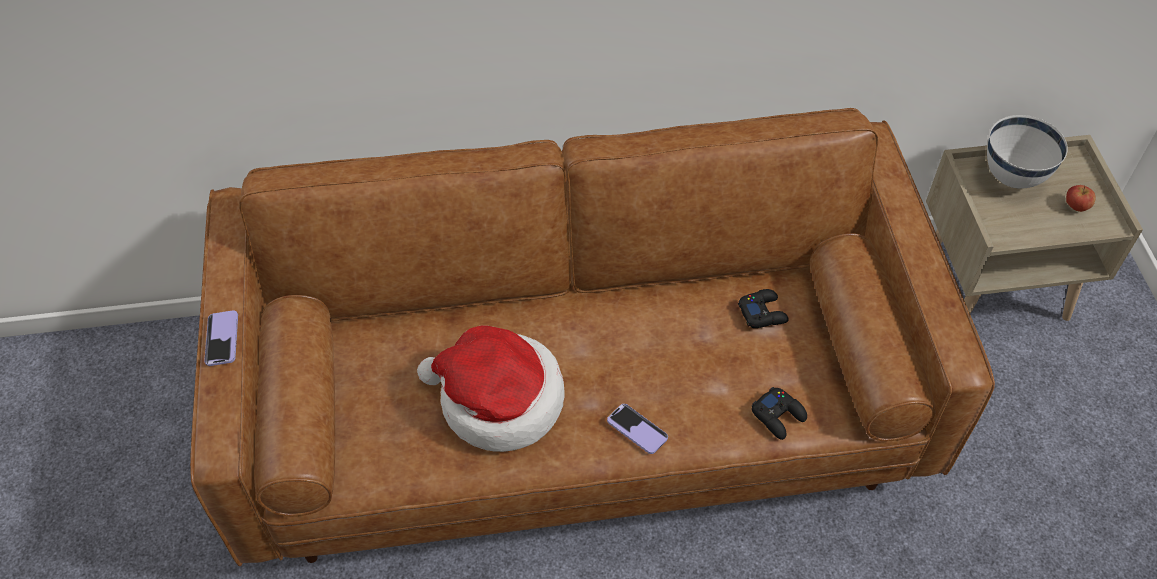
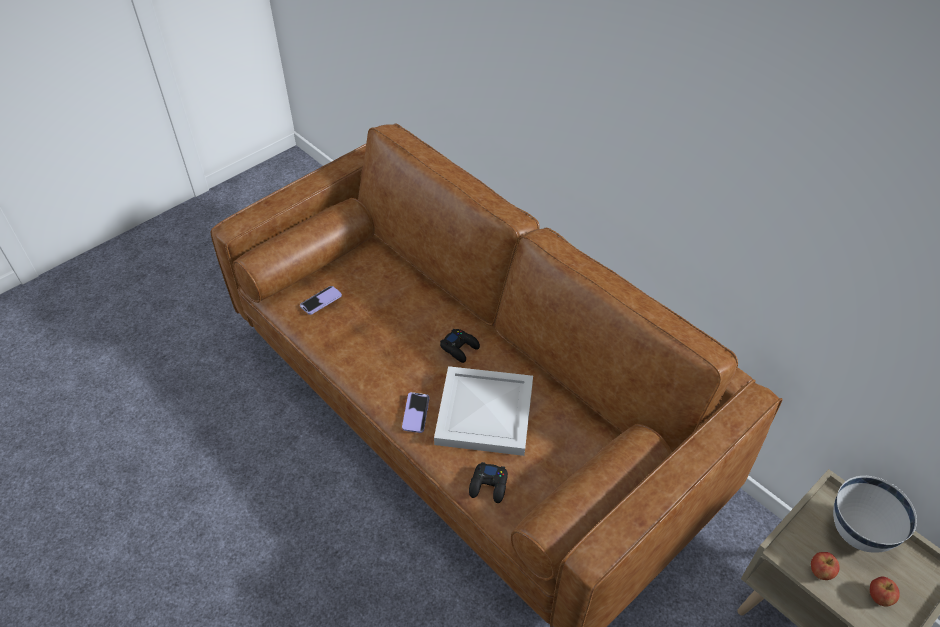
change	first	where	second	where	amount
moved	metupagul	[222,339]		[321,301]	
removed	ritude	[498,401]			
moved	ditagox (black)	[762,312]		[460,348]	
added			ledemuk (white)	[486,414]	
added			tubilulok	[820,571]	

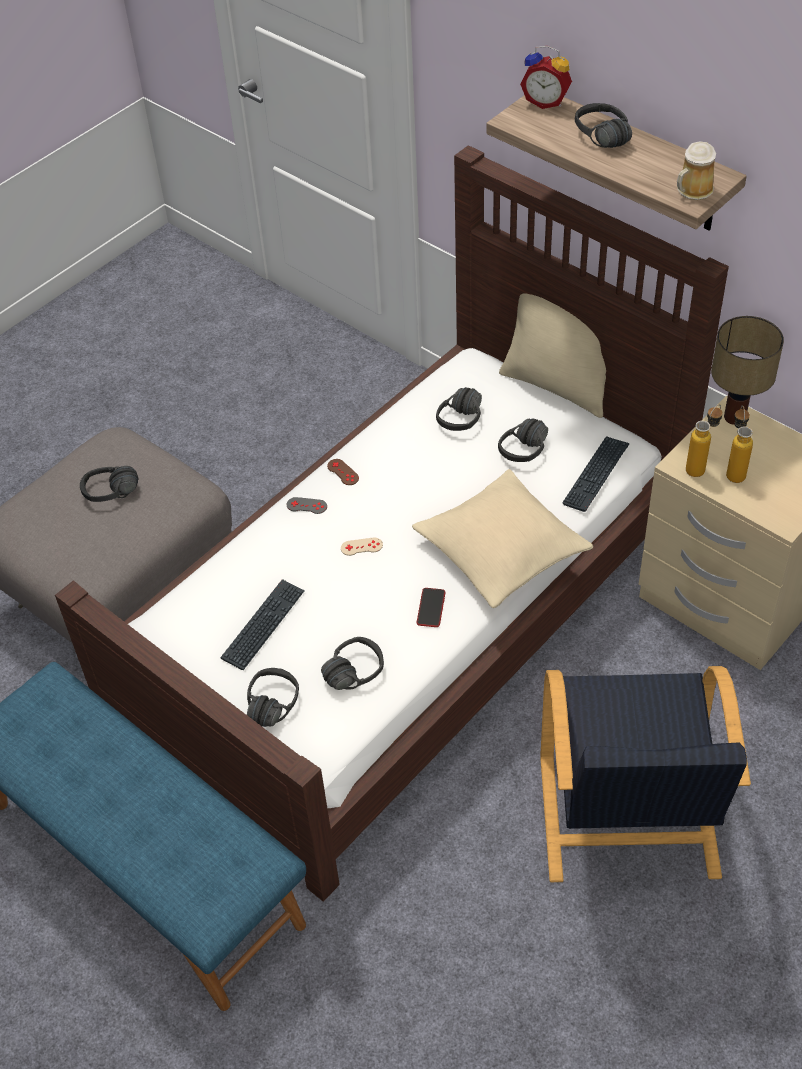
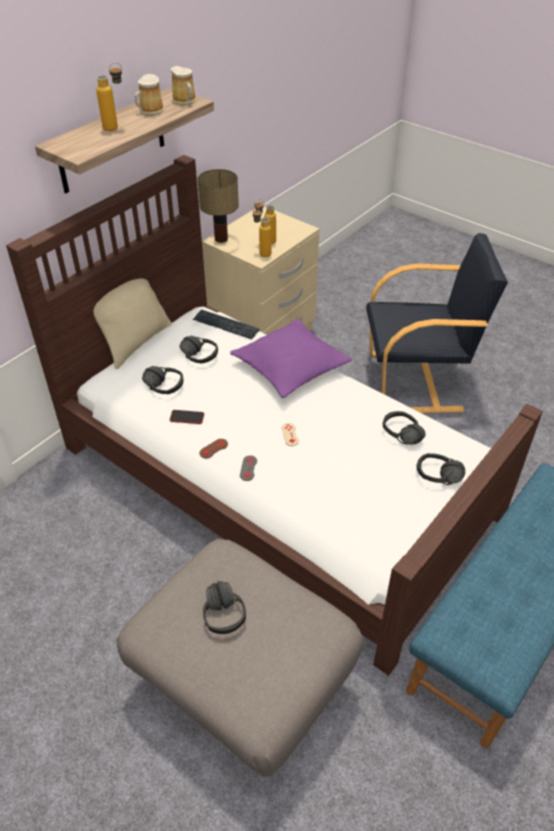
change	first	where	second	where	amount
removed	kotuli	[263,625]			
recoloured	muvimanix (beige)	[501,549]	muvimanix (purple)	[290,366]	
moved	metupagul	[431,608]		[187,417]	
removed	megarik	[546,101]			
replaced	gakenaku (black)	[594,139]	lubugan	[116,127]	
added			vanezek	[150,110]	

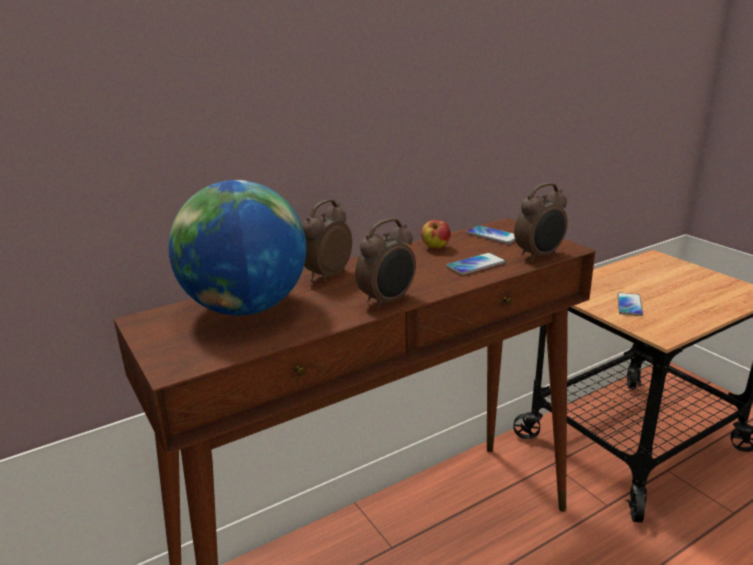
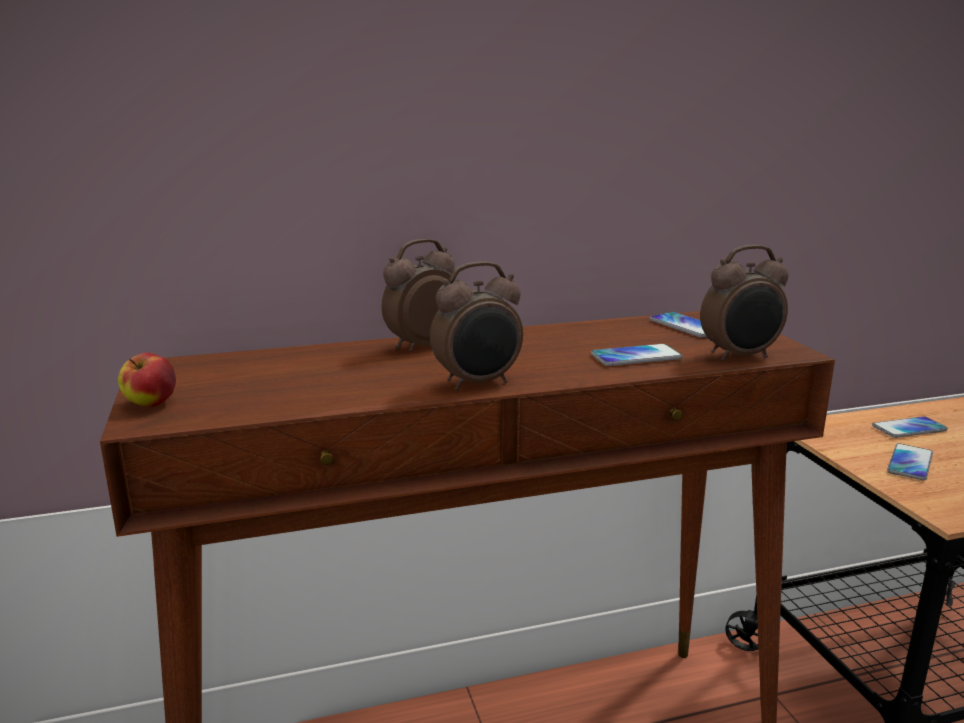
change	first	where	second	where	amount
removed	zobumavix	[245,308]			
moved	tubilulok	[435,247]		[151,404]	
added			metupagul	[909,428]	

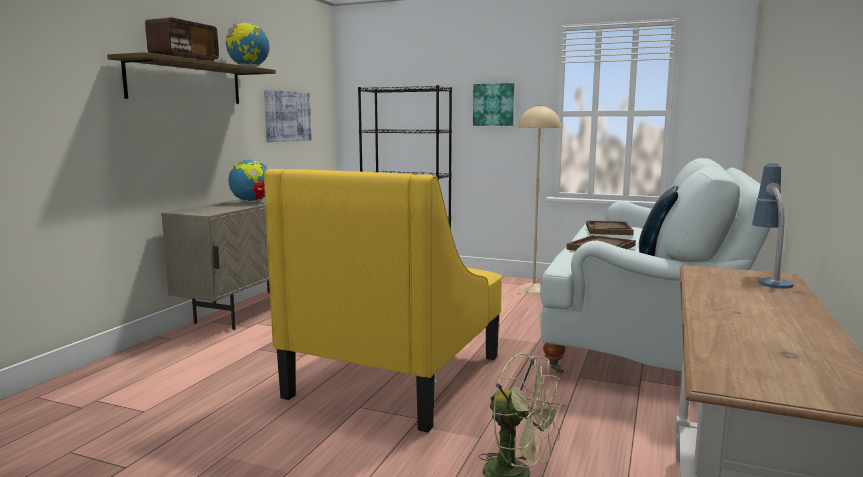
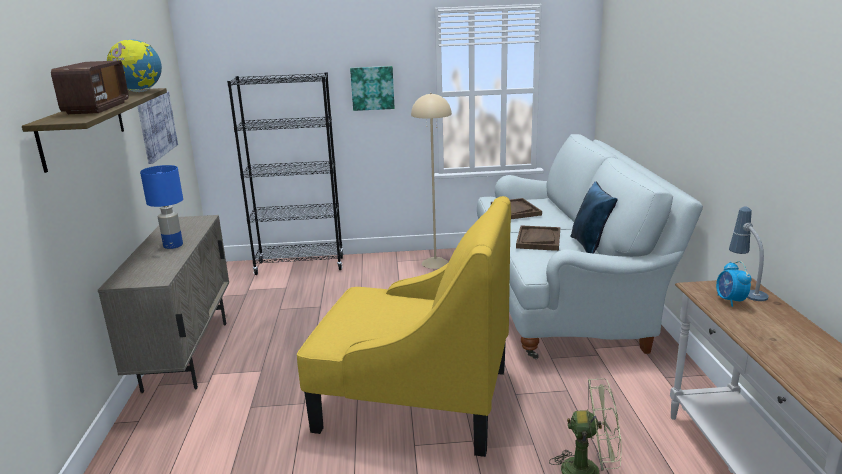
change	first	where	second	where	amount
replaced	zobumavix	[252,202]	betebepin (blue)	[173,245]	
turned	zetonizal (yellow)	[397,375]		[412,399]	75 degrees counterclockwise
added			megarik	[730,301]	

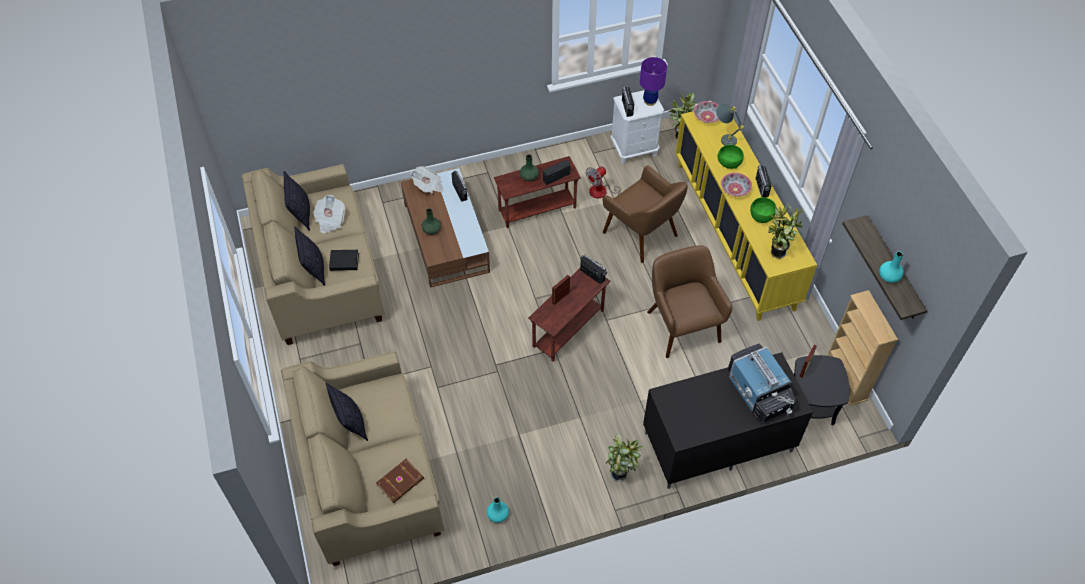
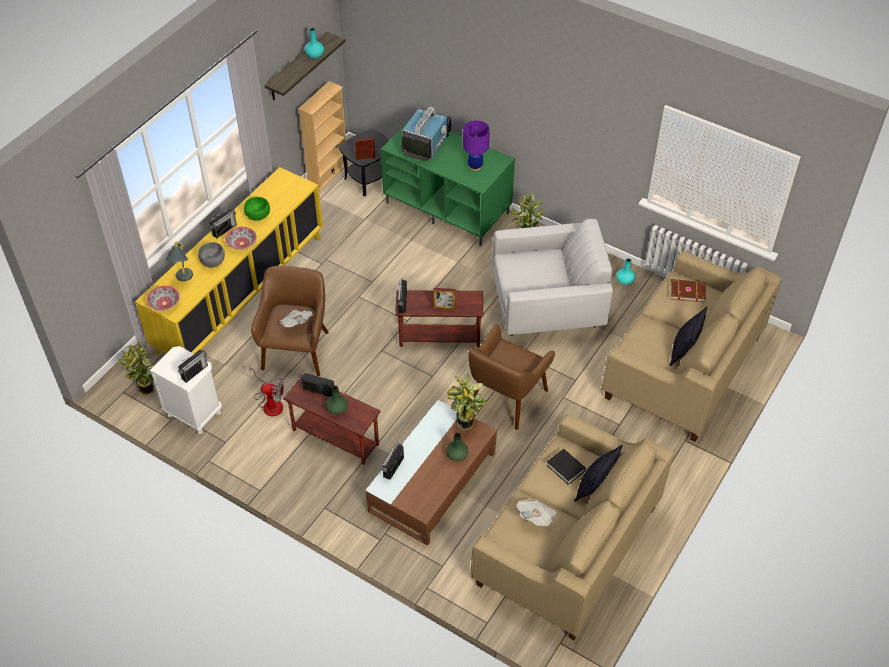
change	first	where	second	where	amount
removed	muvimanix	[301,214]			
moved	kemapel	[428,186]		[296,323]	
moved	betebepin (purple)	[650,101]		[475,166]	
recoloured	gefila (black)	[717,443]	gefila (green)	[448,207]	
moved	zetonizal (brown)	[682,326]		[506,398]	
recoloured	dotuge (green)	[728,163]	dotuge (grey)	[213,262]	
moved	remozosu	[776,252]		[466,425]	
added			zetonizal (white)	[547,307]	

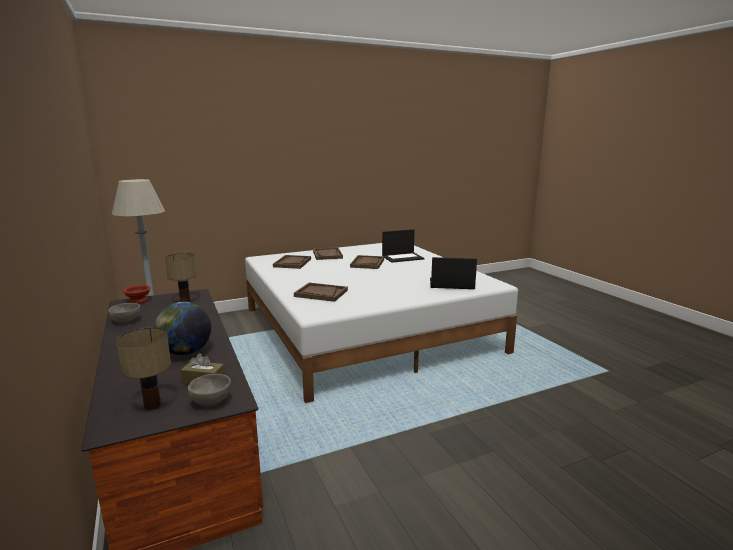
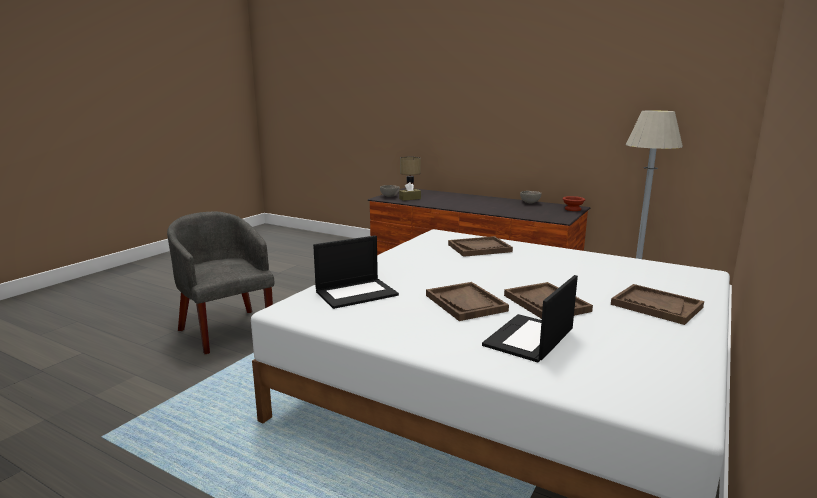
change	first	where	second	where	amount
removed	zobumavix	[185,352]			
removed	betebepin	[185,301]			
moved	ledemuk (brown)	[292,263]		[466,303]	
added			zetonizal (grey)	[226,330]	

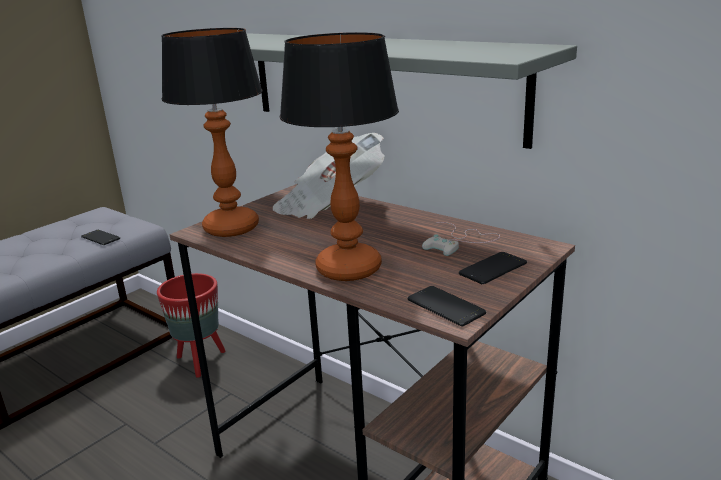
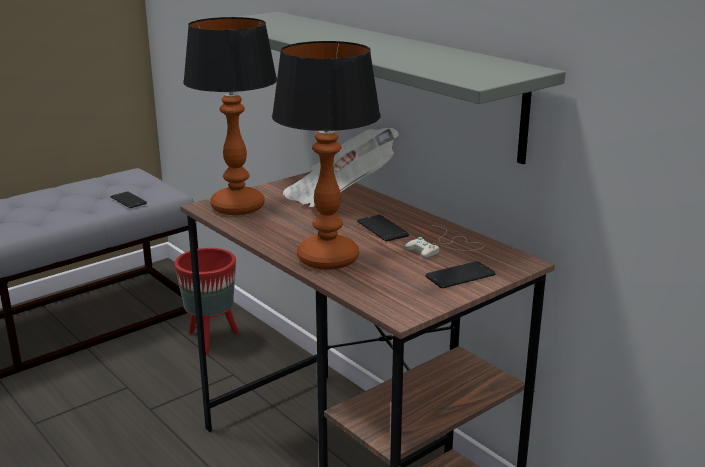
change	first	where	second	where	amount
moved	metupagul	[445,307]		[382,229]	

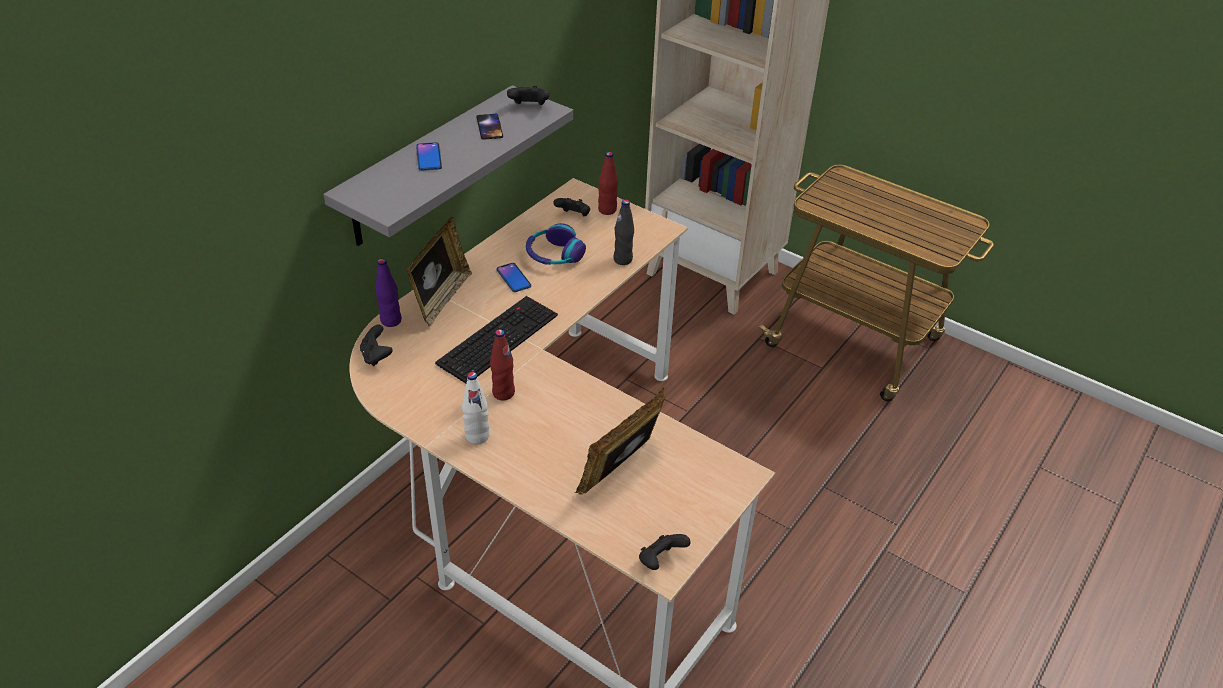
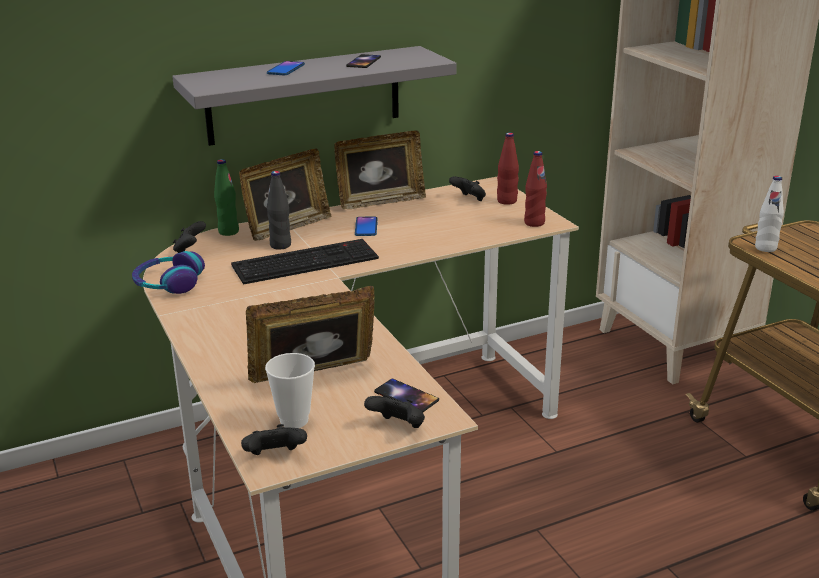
change	first	where	second	where	amount
recoloured	lubugan (purple)	[391,321]	lubugan (green)	[228,232]	
moved	lubugan (white)	[477,436]		[765,248]	
moved	lubugan (red)	[503,393]		[534,223]	
moved	ditagox (black)	[529,107]		[398,427]	
moved	gakenaku	[554,254]		[168,283]	
moved	lubugan (black)	[623,259]		[280,245]	
added			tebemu	[294,420]	
added			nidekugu	[380,201]	
added			metupagul	[406,396]	

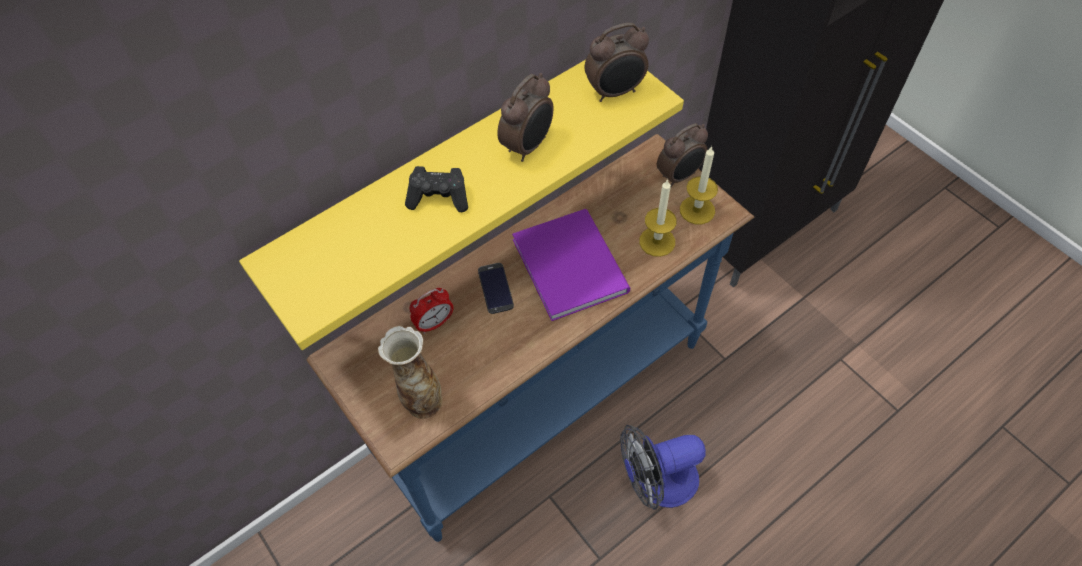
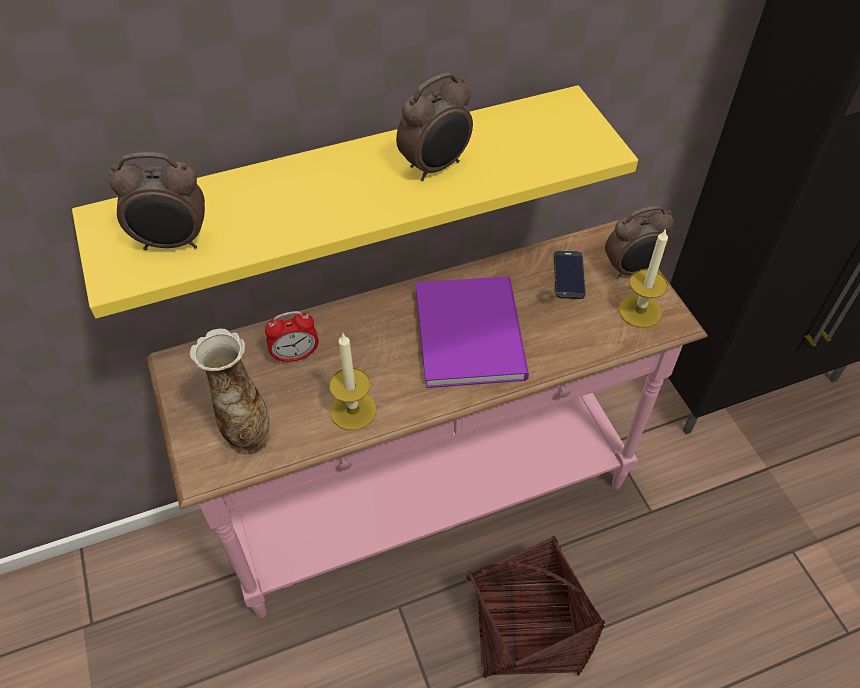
change	first	where	second	where	amount
recoloured	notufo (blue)	[546,405]	notufo (pink)	[430,504]	
removed	ditagox (black)	[439,197]			
moved	metupagul	[495,288]		[569,275]	
moved	megarik	[615,92]		[173,243]	
replaced	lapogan	[657,482]	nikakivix	[527,629]	
moved	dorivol	[657,241]		[353,410]	

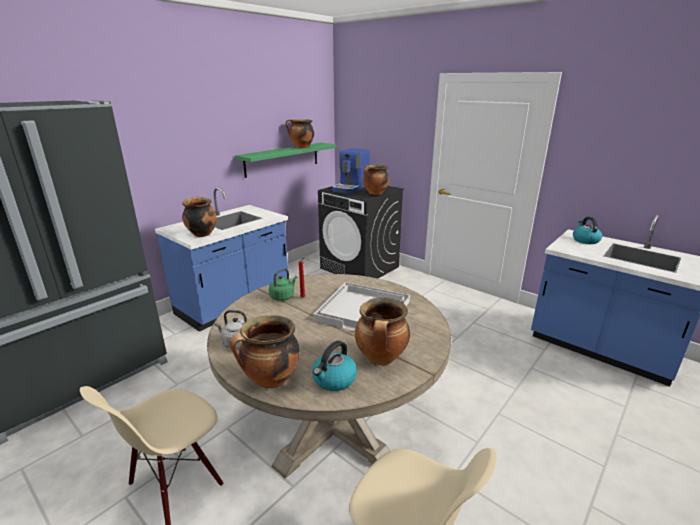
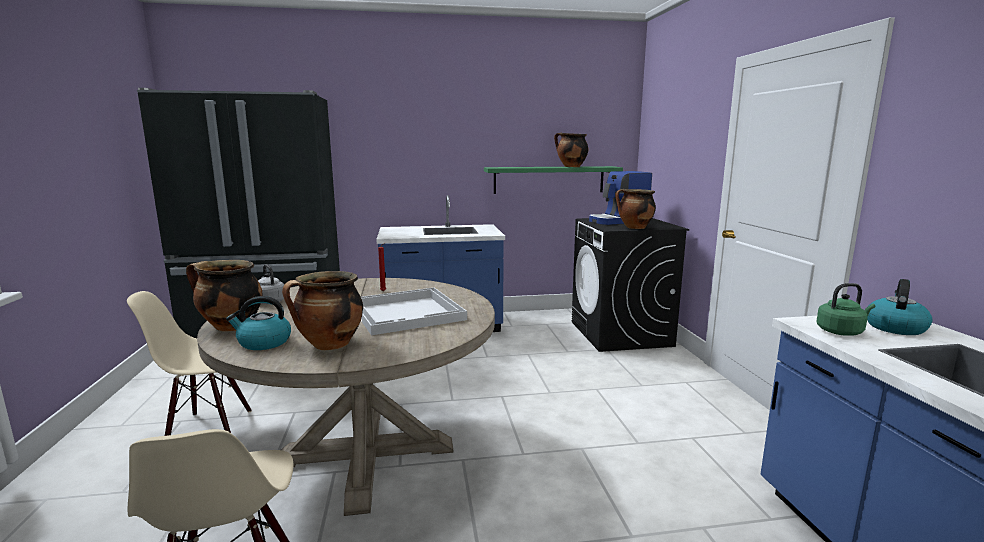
change	first	where	second	where	amount
removed	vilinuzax	[201,234]			
moved	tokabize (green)	[283,296]		[841,331]	

